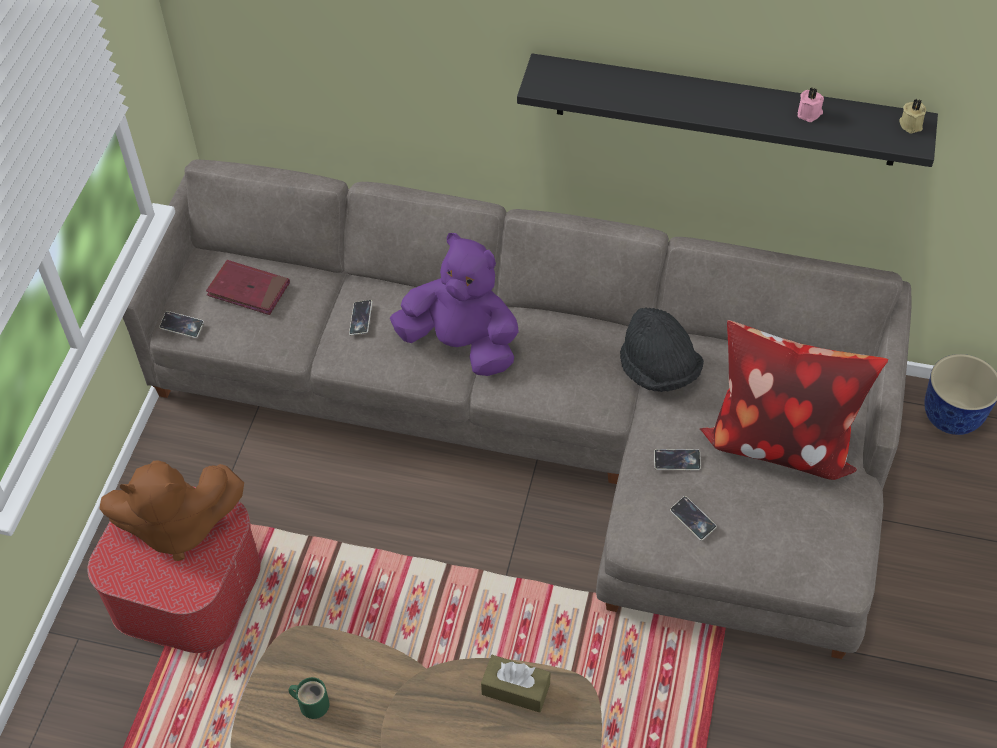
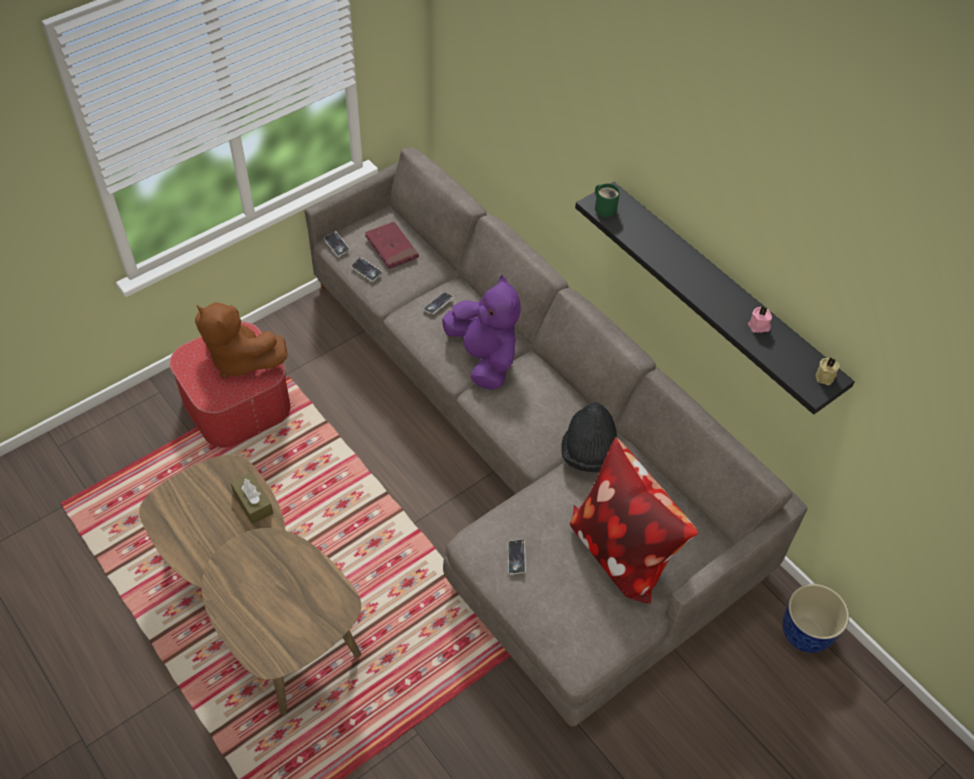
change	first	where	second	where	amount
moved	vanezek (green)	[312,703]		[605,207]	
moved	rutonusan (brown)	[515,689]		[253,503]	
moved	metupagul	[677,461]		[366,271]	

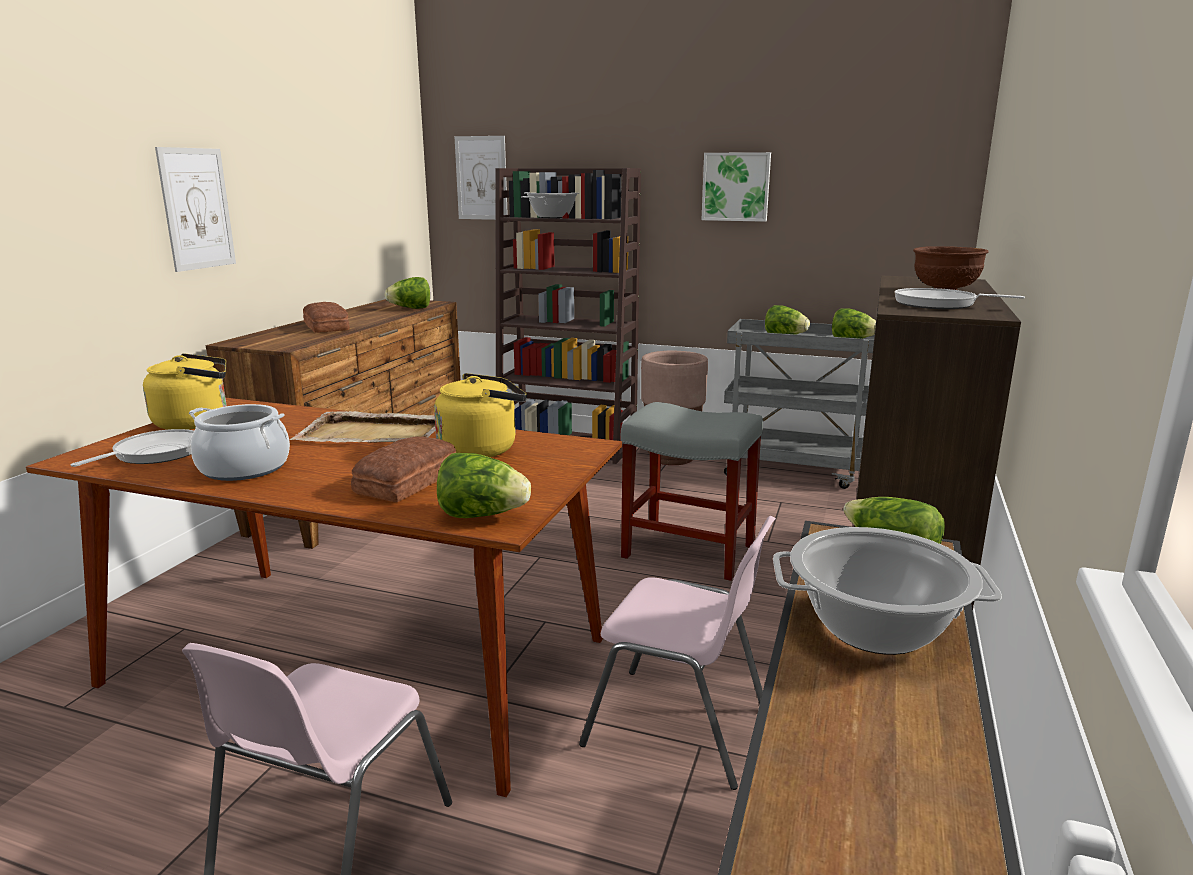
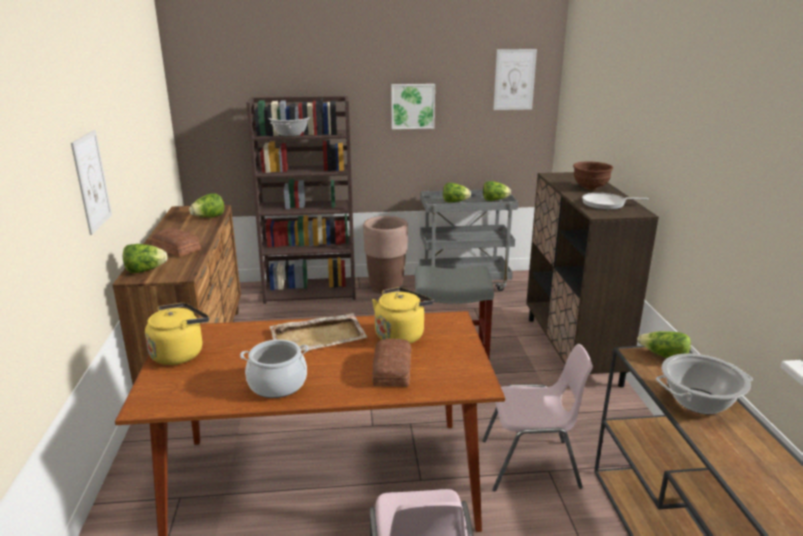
change	first	where	second	where	amount
removed	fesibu	[154,454]			
moved	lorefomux	[482,515]		[145,270]	
moved	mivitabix	[481,178]		[514,79]	

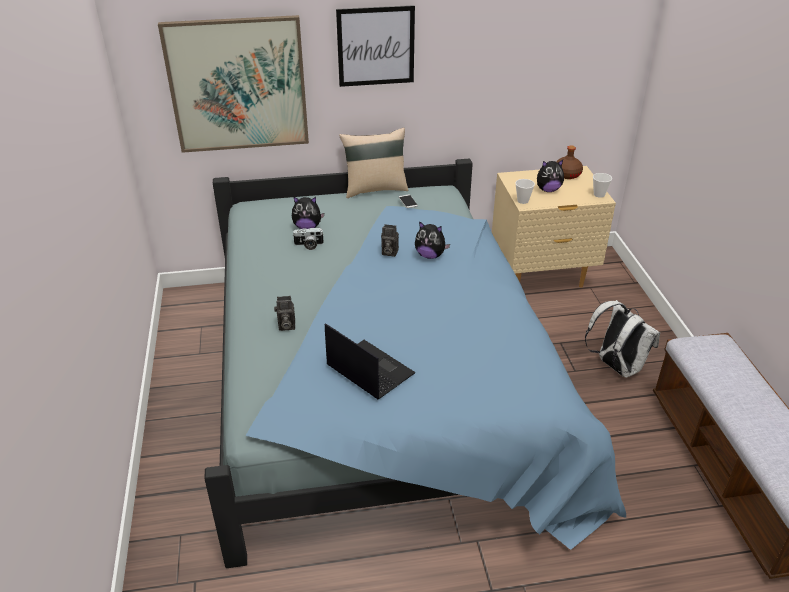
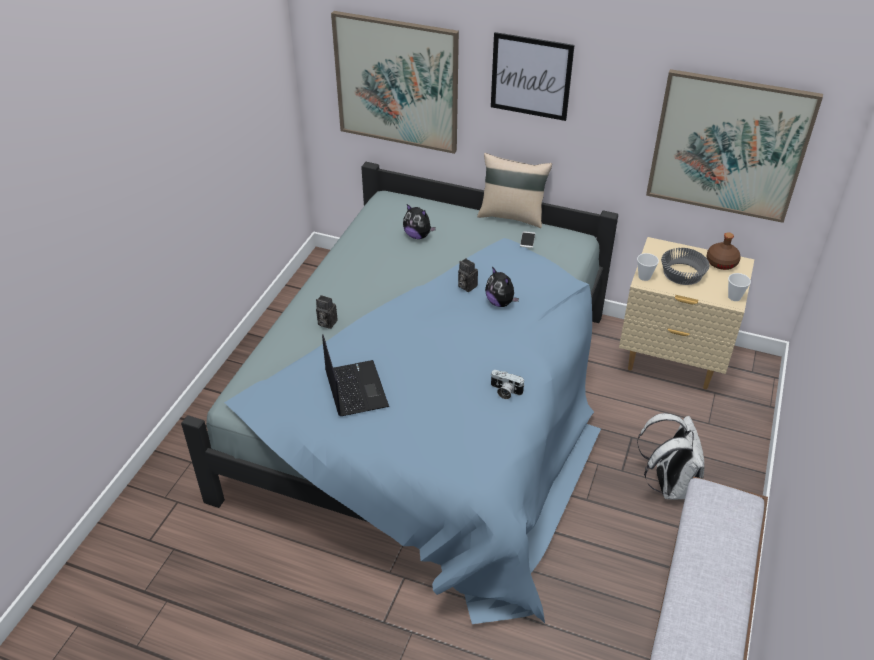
change	first	where	second	where	amount
moved	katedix	[308,245]		[505,391]	
replaced	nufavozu	[548,190]	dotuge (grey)	[683,273]	
added			mivitabix	[728,146]	

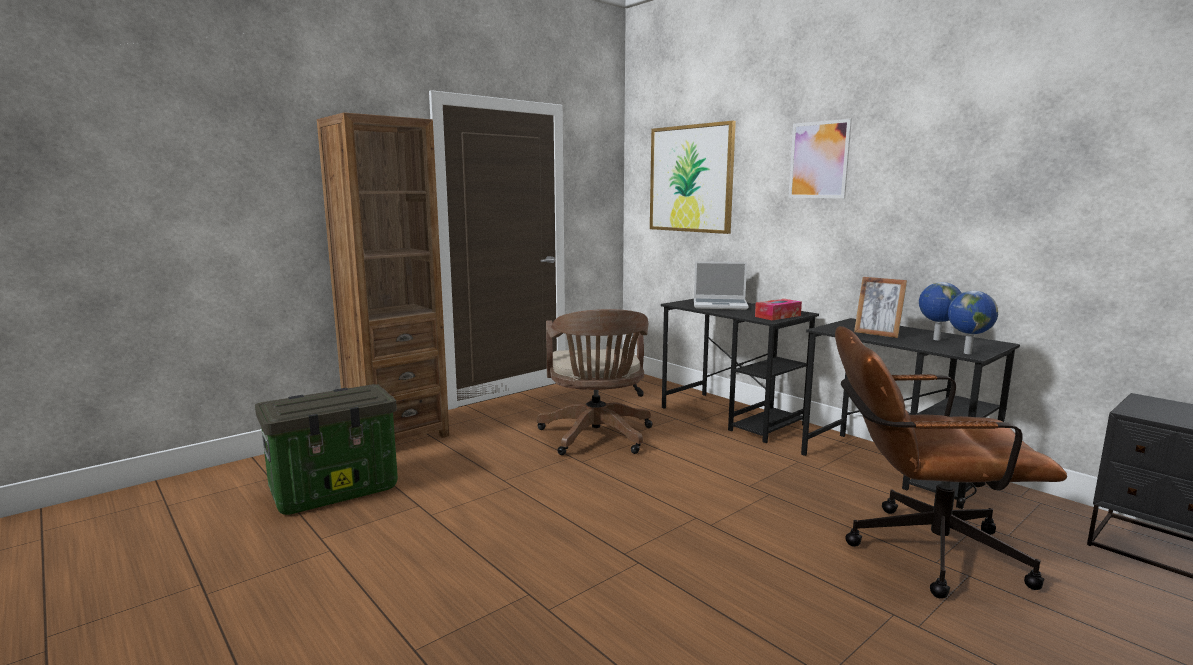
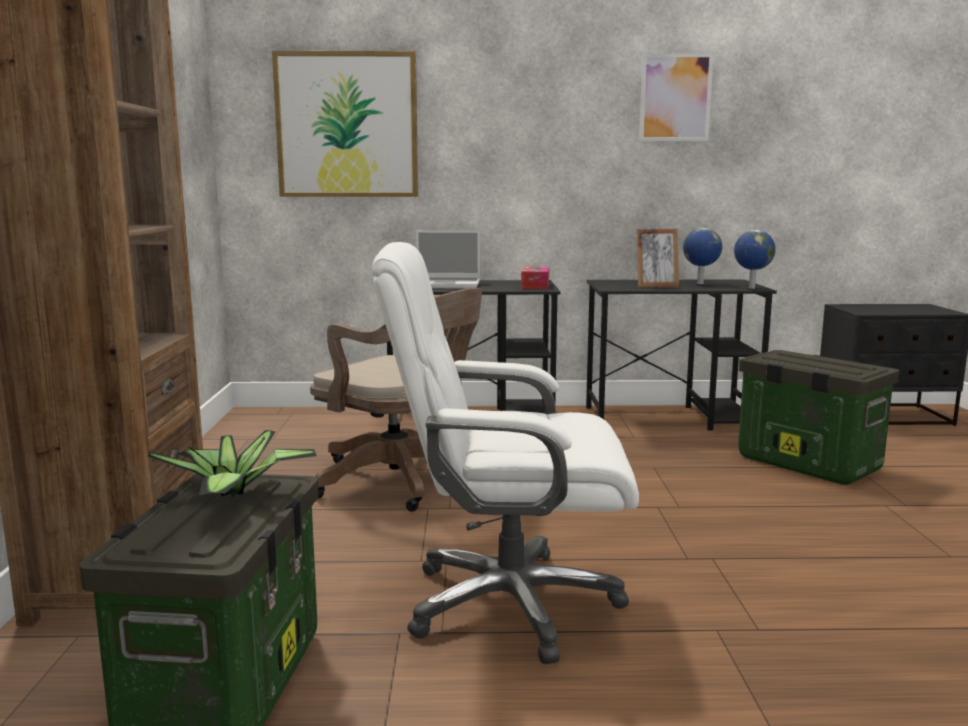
change	first	where	second	where	amount
turned	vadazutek	[720,305]		[447,285]	45 degrees clockwise
moved	mivitabix	[819,160]		[675,97]	
replaced	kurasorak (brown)	[919,550]	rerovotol	[805,463]	
added			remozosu	[235,494]	
added			kurasorak (white)	[508,603]	

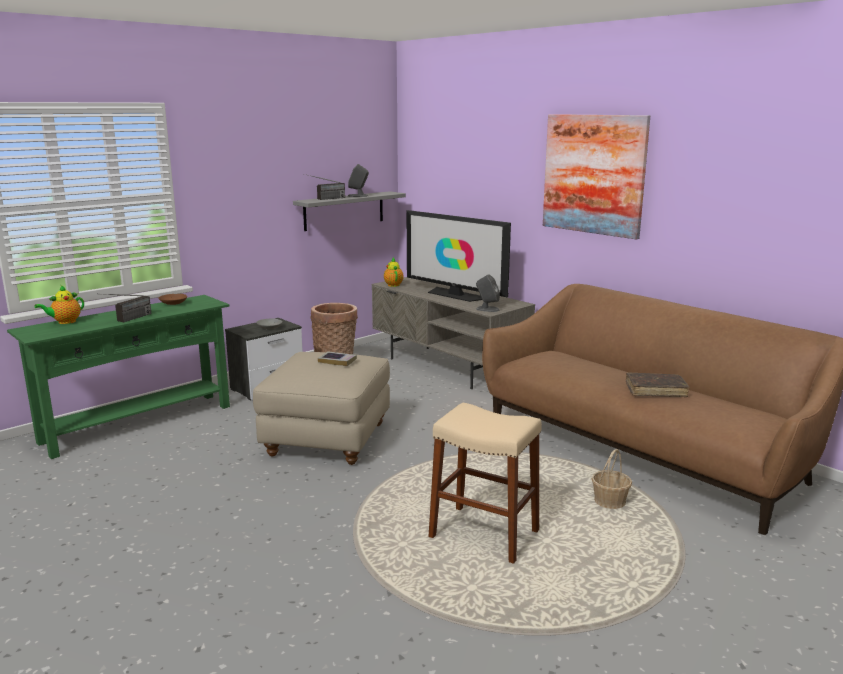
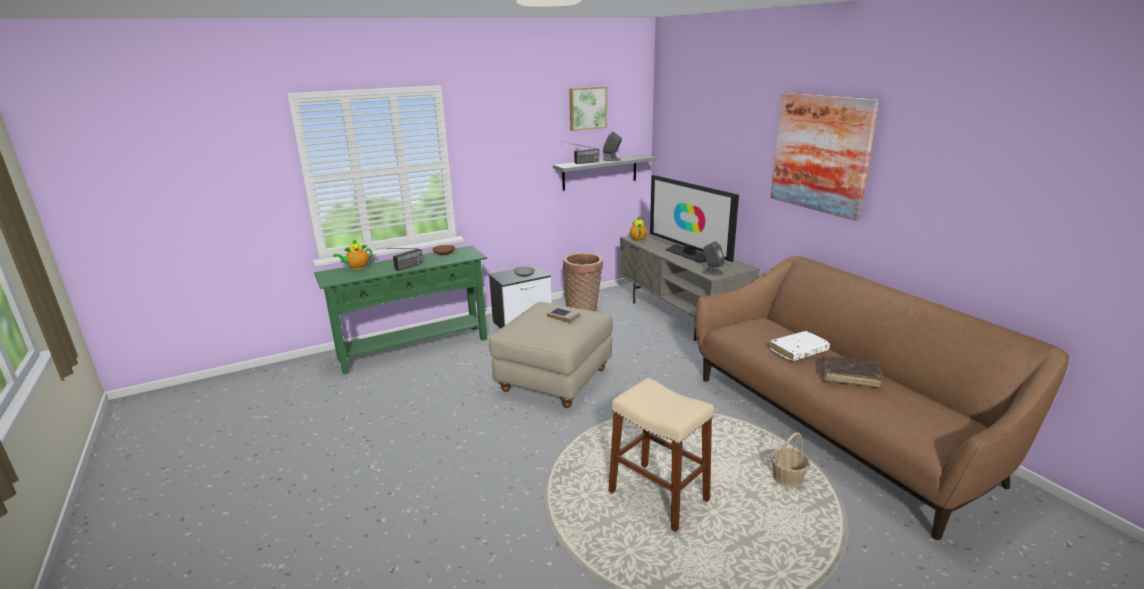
change	first	where	second	where	amount
added			mivitabix	[587,108]	
added			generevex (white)	[798,351]	

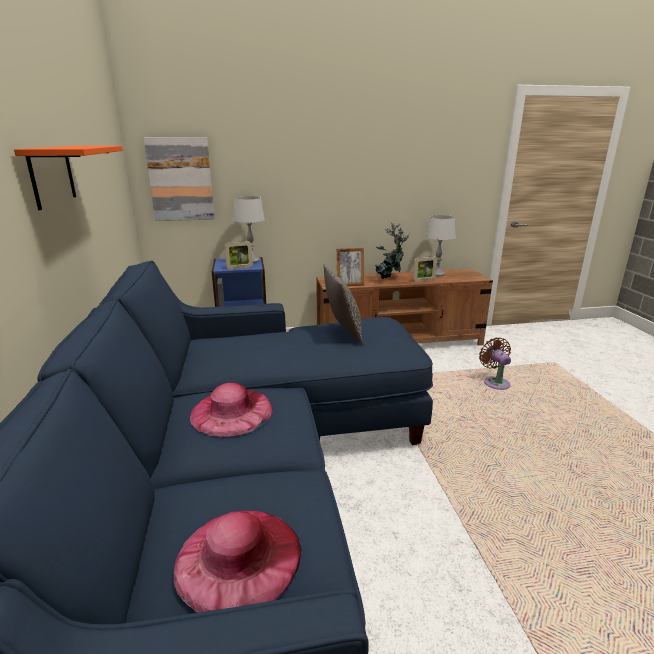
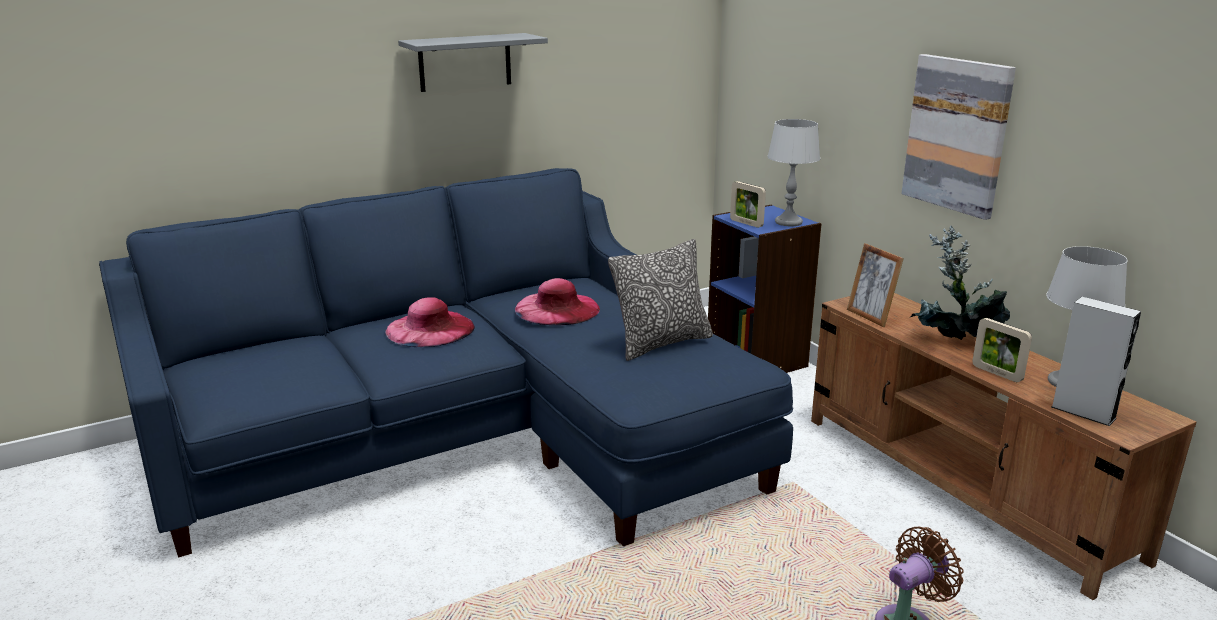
change	first	where	second	where	amount
recoloured	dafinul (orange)	[52,175]	dafinul (grey)	[465,62]	
moved	mivitabix	[181,179]		[957,135]	
moved	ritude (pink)	[238,558]		[557,308]	
added			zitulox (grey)	[1083,412]	

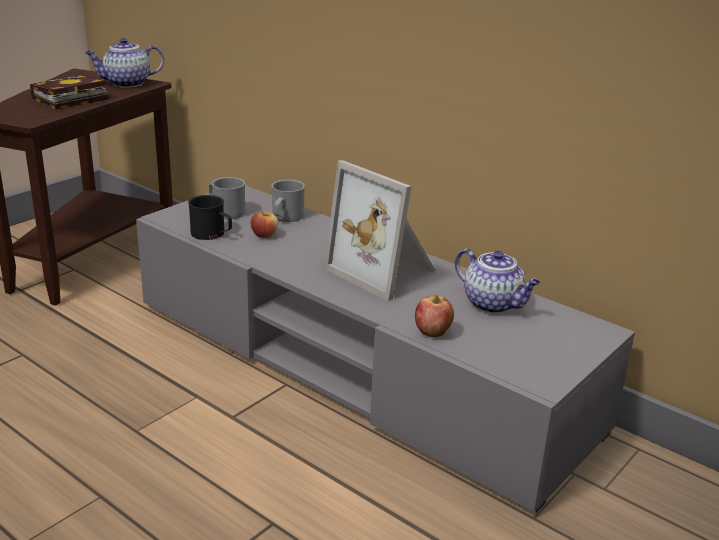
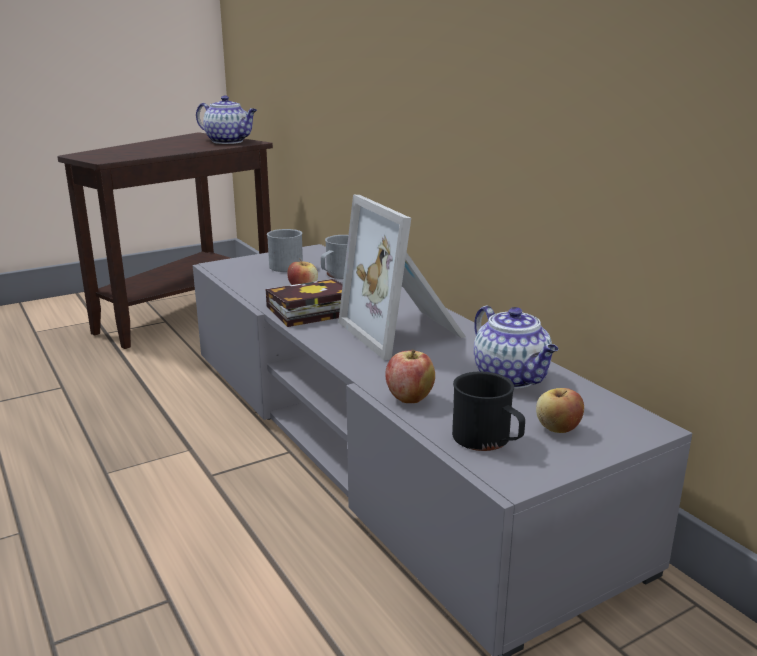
change	first	where	second	where	amount
moved	generevex	[68,99]		[308,311]	
turned	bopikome	[126,83]		[229,141]	150 degrees counterclockwise
moved	vanezek (black)	[212,234]		[488,440]	
added			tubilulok	[557,428]	

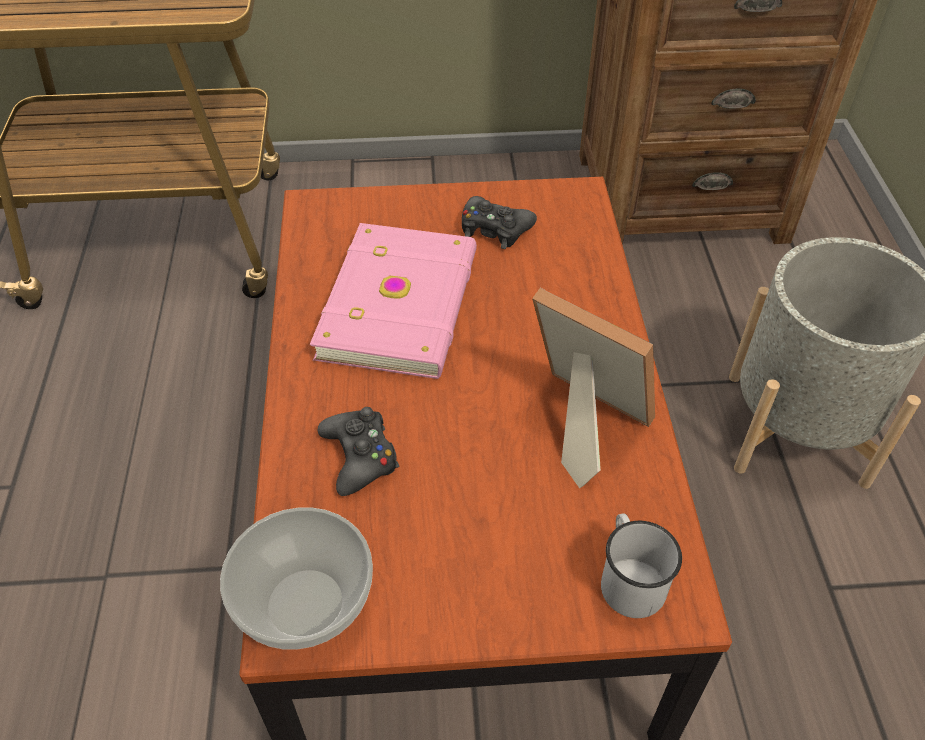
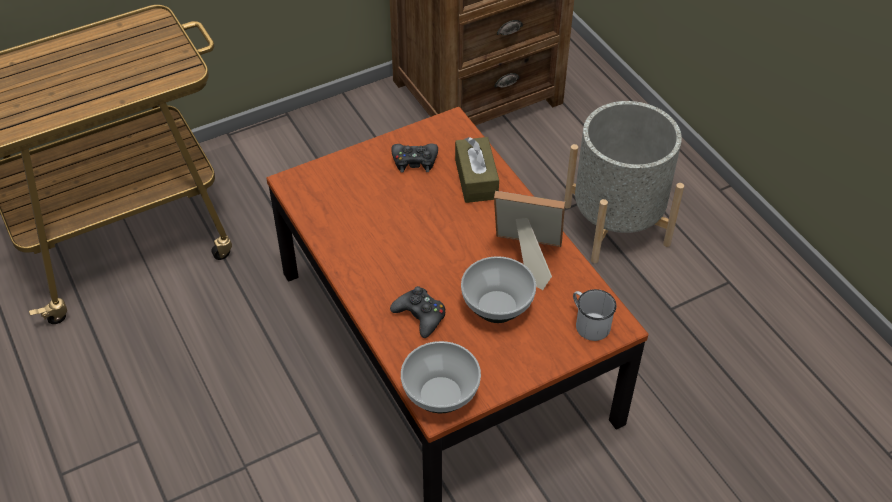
change	first	where	second	where	amount
removed	generevex (pink)	[402,304]			
added			rutonusan (brown)	[476,179]	
added			dotuge	[498,307]	

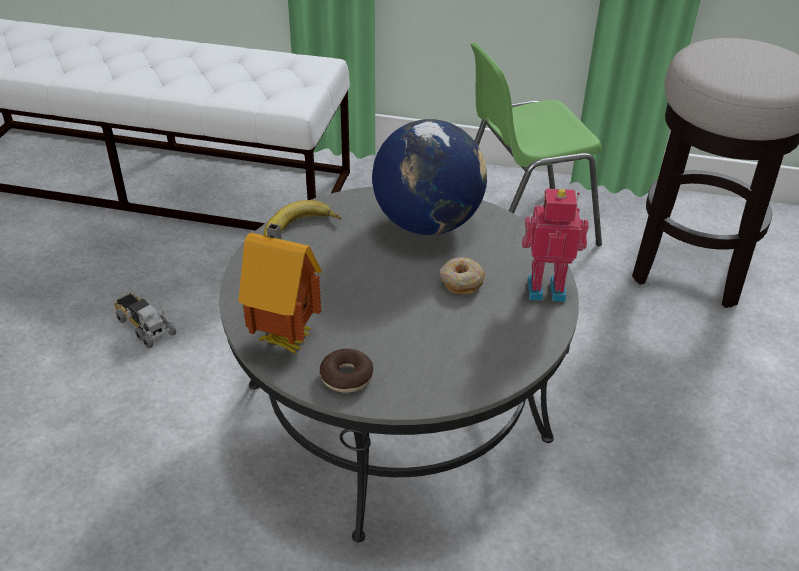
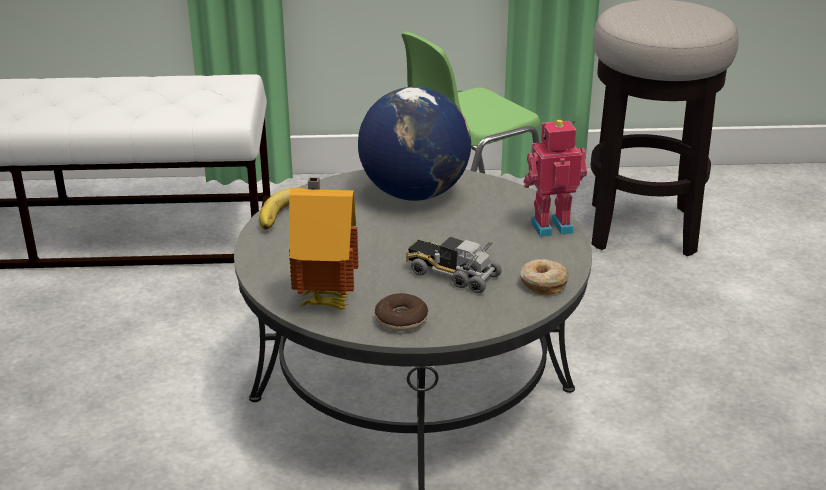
change	first	where	second	where	amount
moved	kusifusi	[144,326]		[451,274]	
moved	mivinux	[461,281]		[542,284]	

